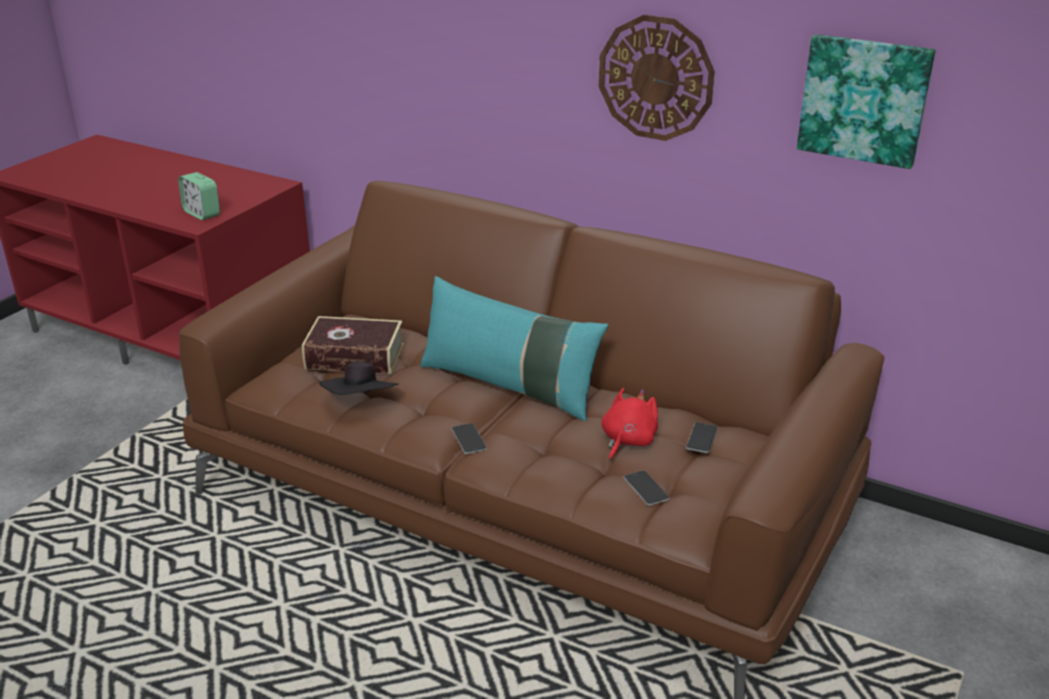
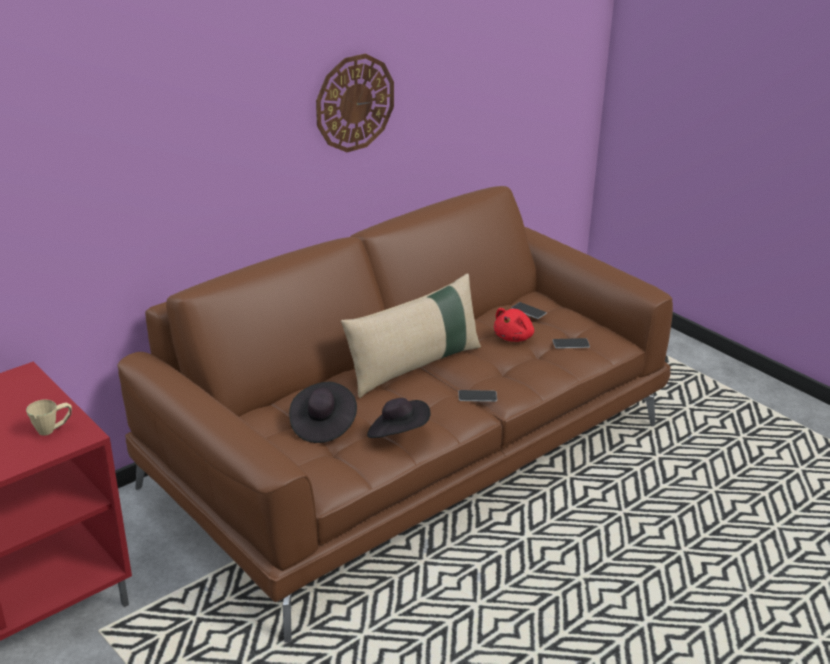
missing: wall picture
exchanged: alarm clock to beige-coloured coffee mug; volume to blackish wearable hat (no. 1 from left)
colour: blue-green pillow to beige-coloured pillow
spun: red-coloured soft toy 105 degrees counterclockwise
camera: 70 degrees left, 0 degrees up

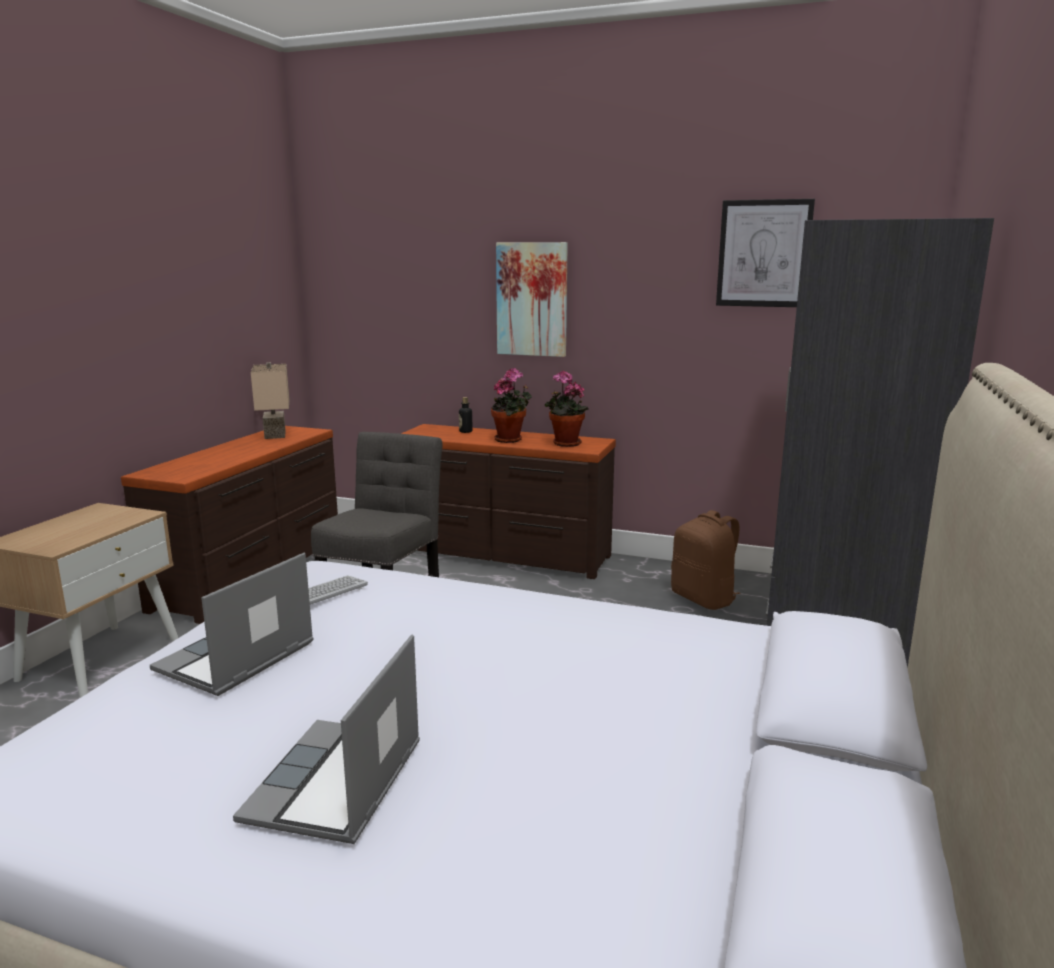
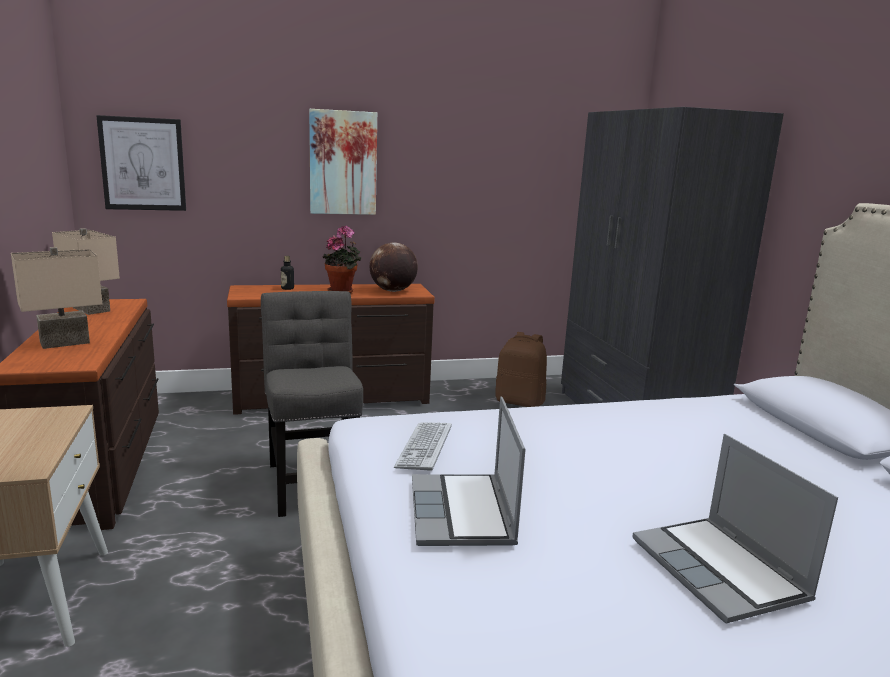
appeared: beige-coloured tabletop lamp (no. 1 from left)
relocated: wall picture (no. 2 from left in the first image) to wall picture (no. 1 from left)
exchanged: plant in a pot (no. 2 from left) to world globe
camera: 35 degrees left, 0 degrees up

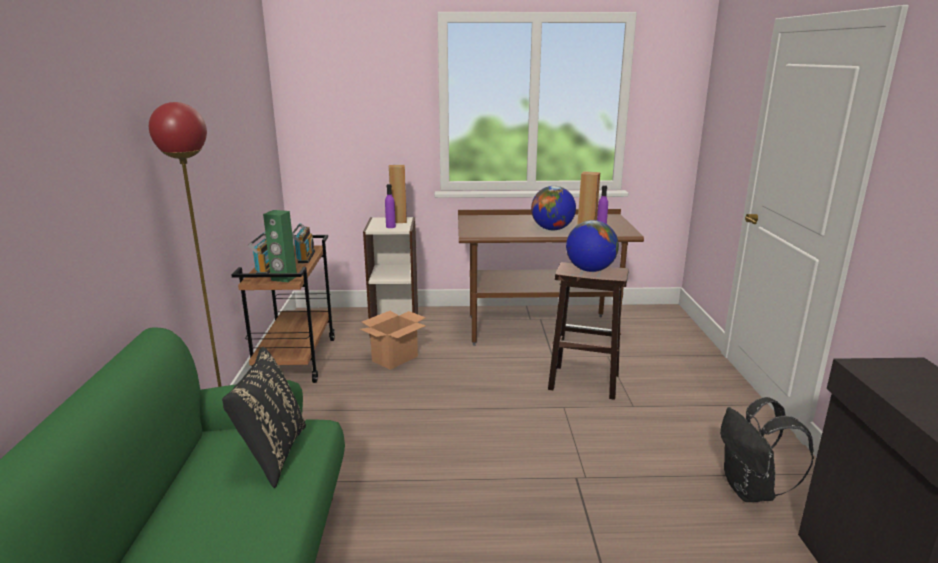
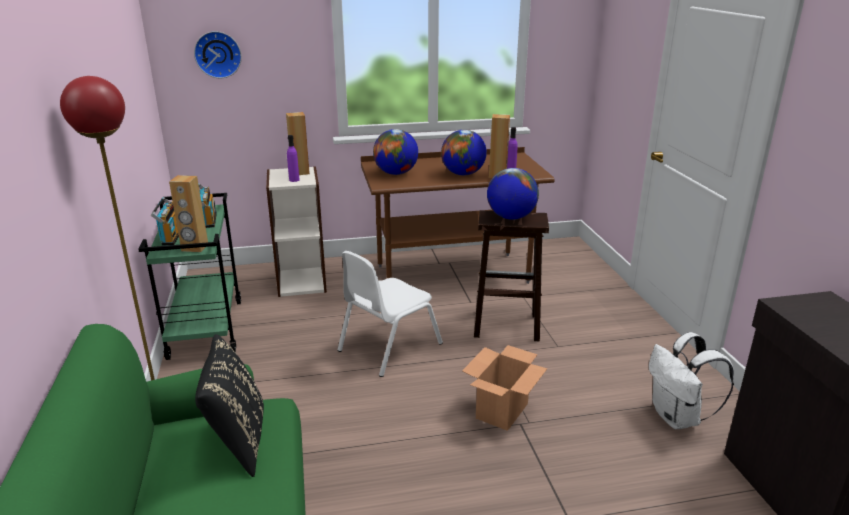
appeared: hanging clock; white upright chair; world globe (no. 1 from left)
relocated: packing box
colour: brown-coloured wheeled cart to green wheeled cart; green audio speaker to brown-coloured audio speaker (no. 1 from left); blackish backpack to white backpack
camera: 10 degrees left, 5 degrees up

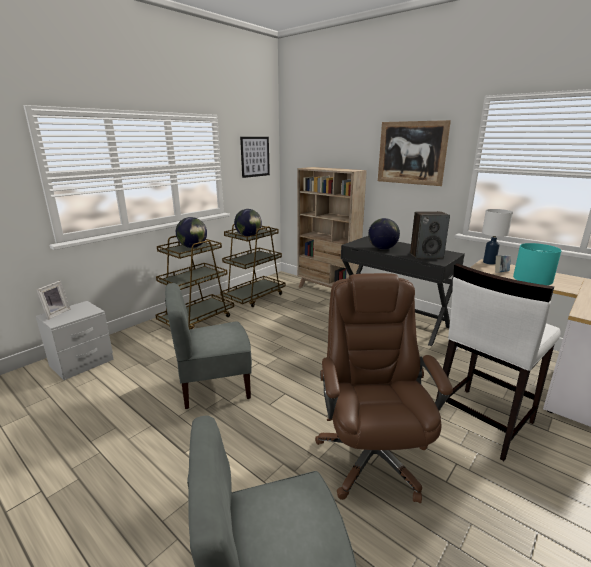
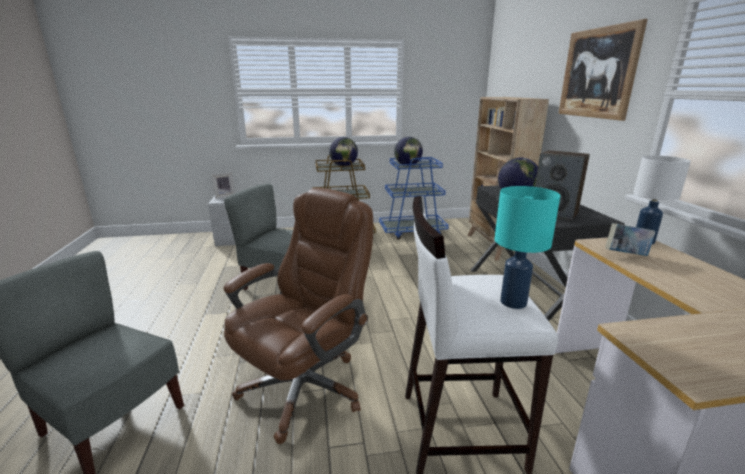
missing: wall picture (no. 1 from left)
colour: brown-coloured wheeled cart (no. 2 from left) to bluish wheeled cart
camera: 40 degrees right, 0 degrees up

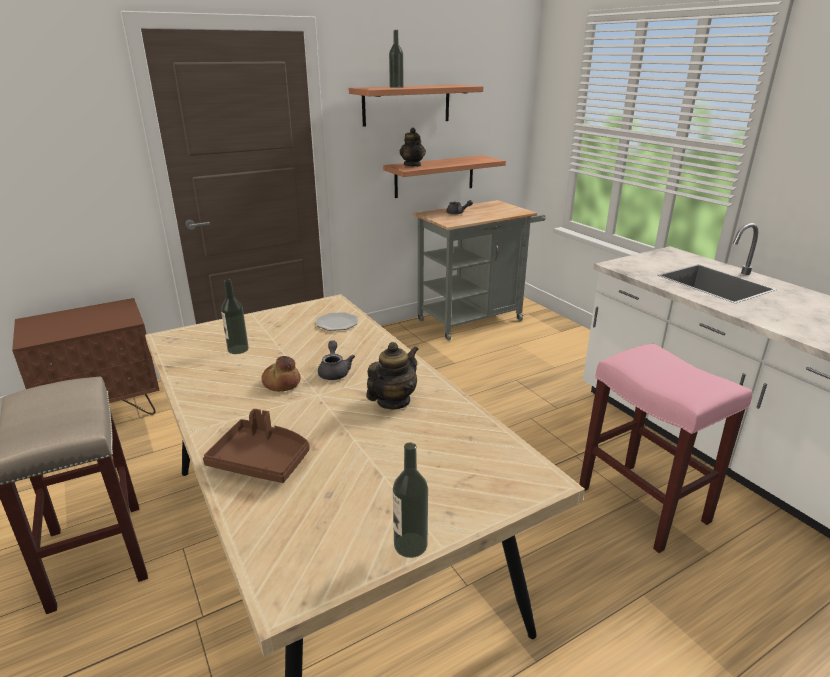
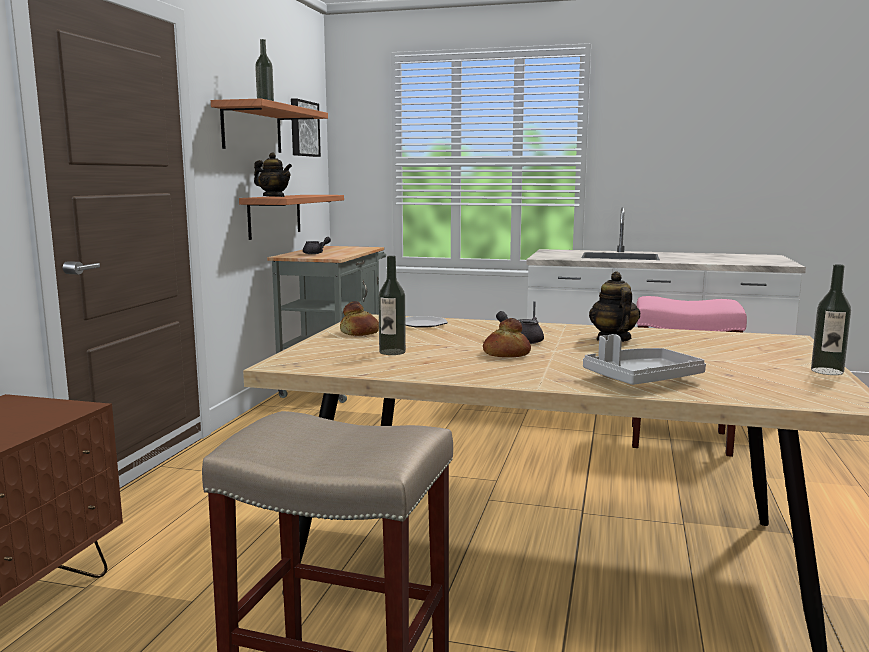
appeared: wall picture; baked bread (no. 1 from left)
colour: brown-coloured serving tray to grey serving tray
camera: 45 degrees left, 15 degrees down

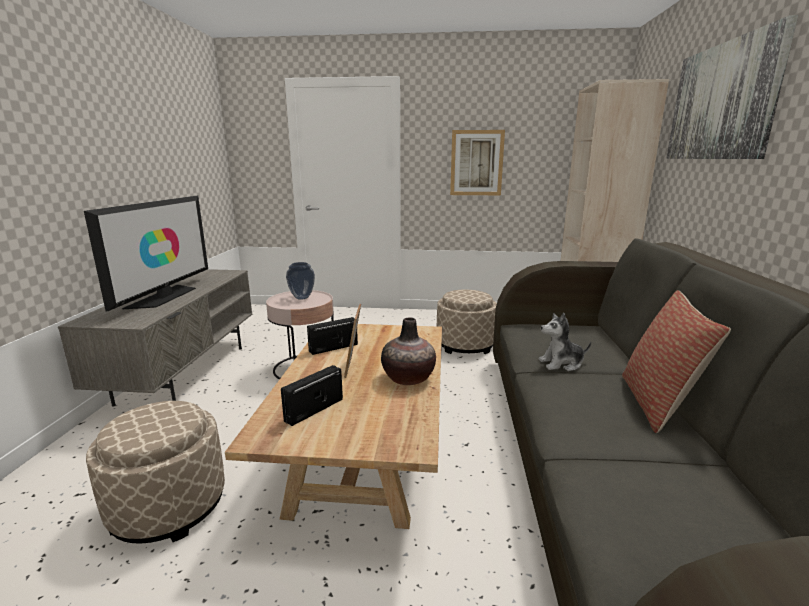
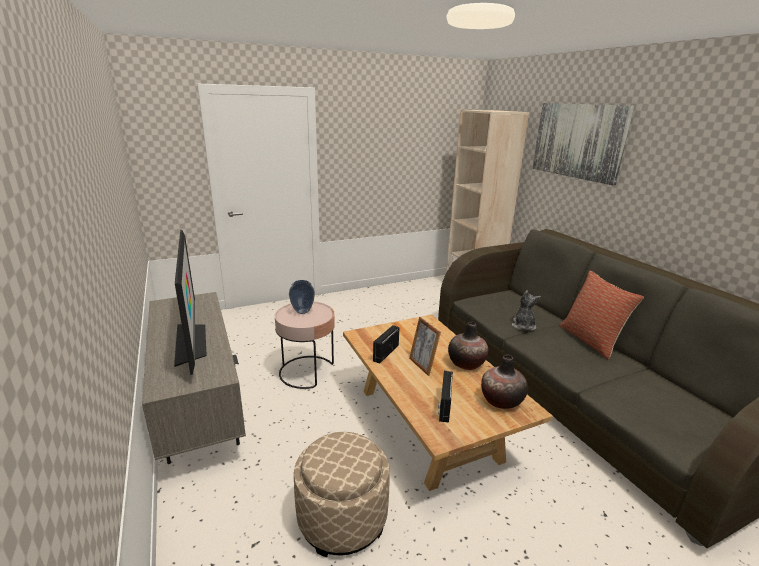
missing: beige-coloured ottoman (no. 2 from left); wall picture (no. 1 from left)
appeared: decorative vase (no. 3 from left)
spun: soft toy 135 degrees clockwise
camera: 30 degrees left, 5 degrees up

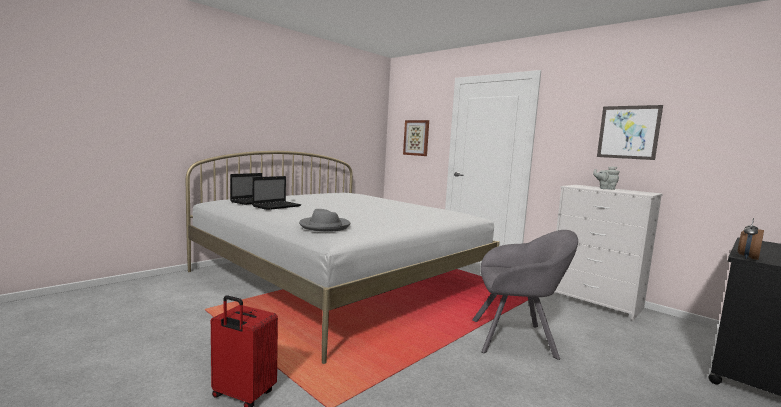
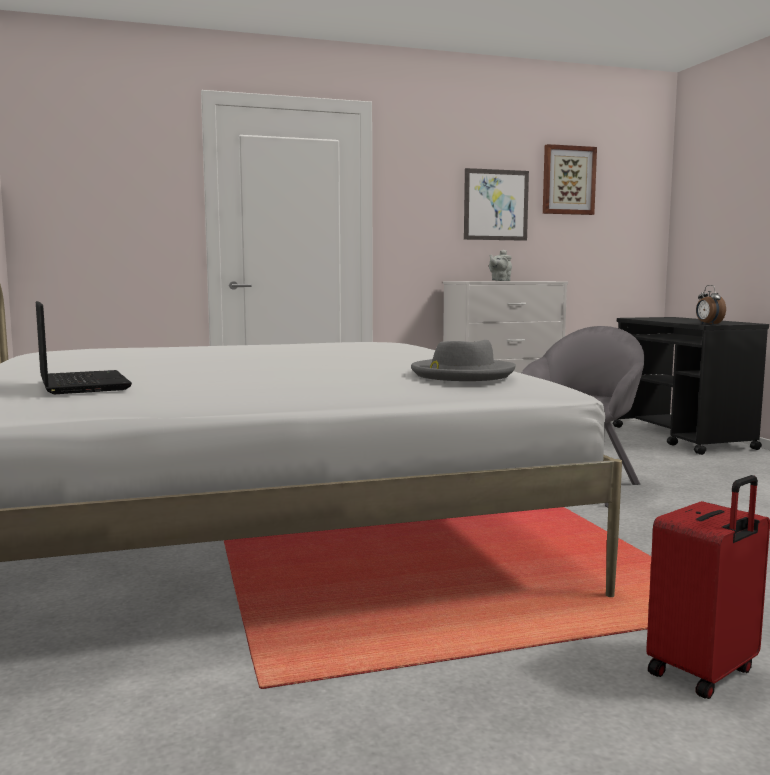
missing: portable computer (no. 2 from left)
relocated: wall picture (no. 1 from left in the first image) to wall picture (no. 2 from left)
camera: 60 degrees left, 0 degrees up

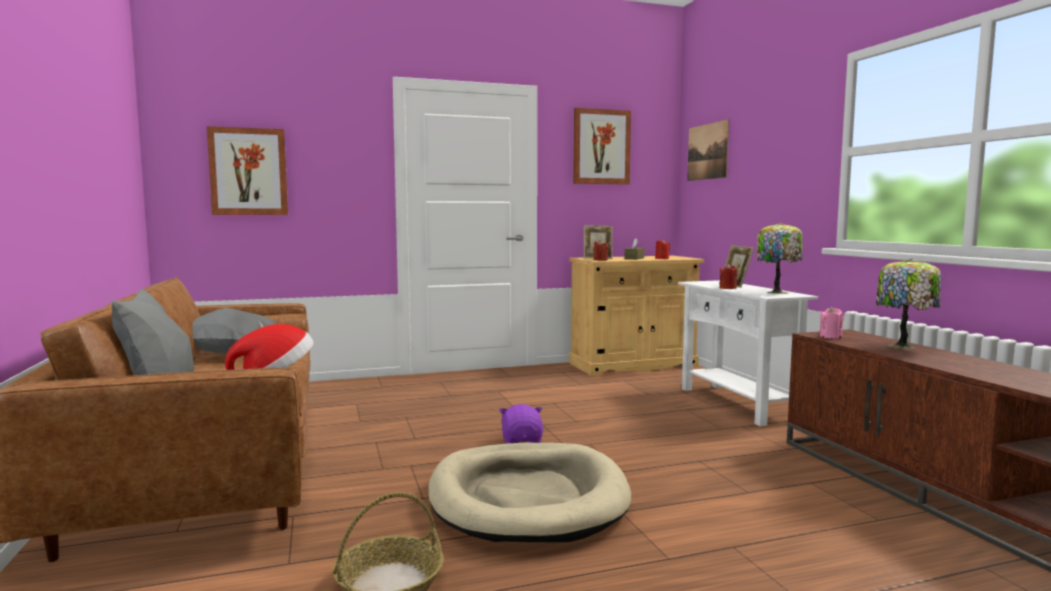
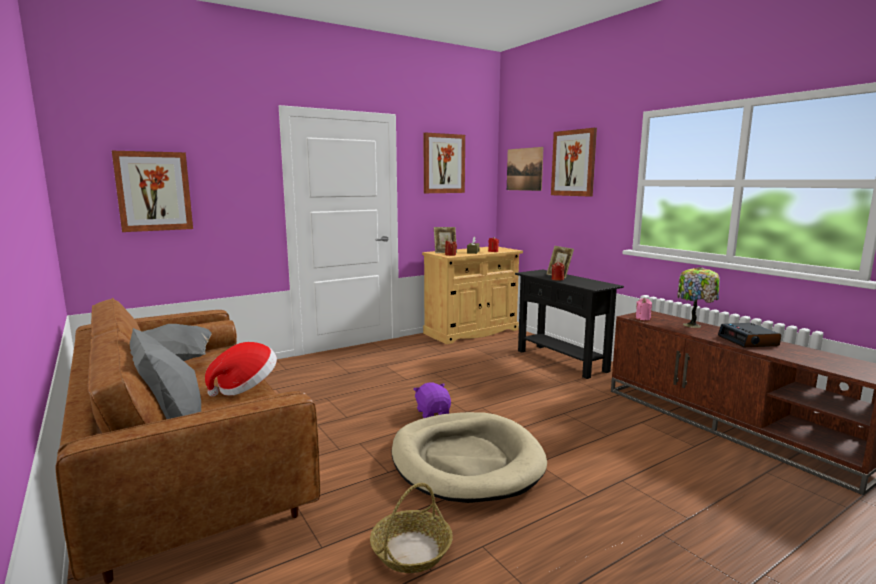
missing: tabletop lamp (no. 1 from left)
appeared: wall picture (no. 4 from left); alarm clock
colour: white narrow table to blackish narrow table
camera: 15 degrees left, 5 degrees up

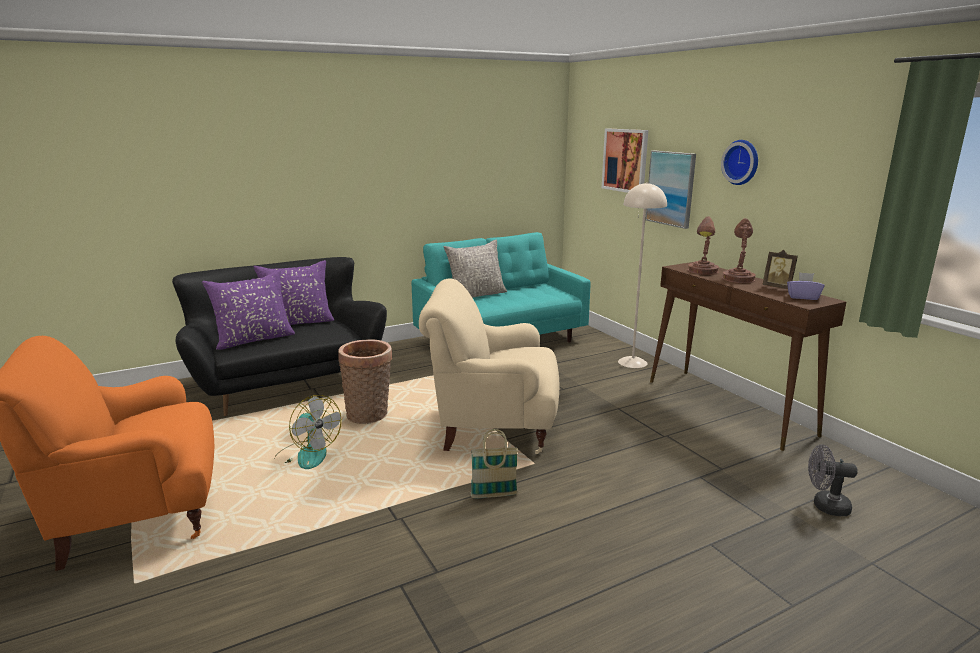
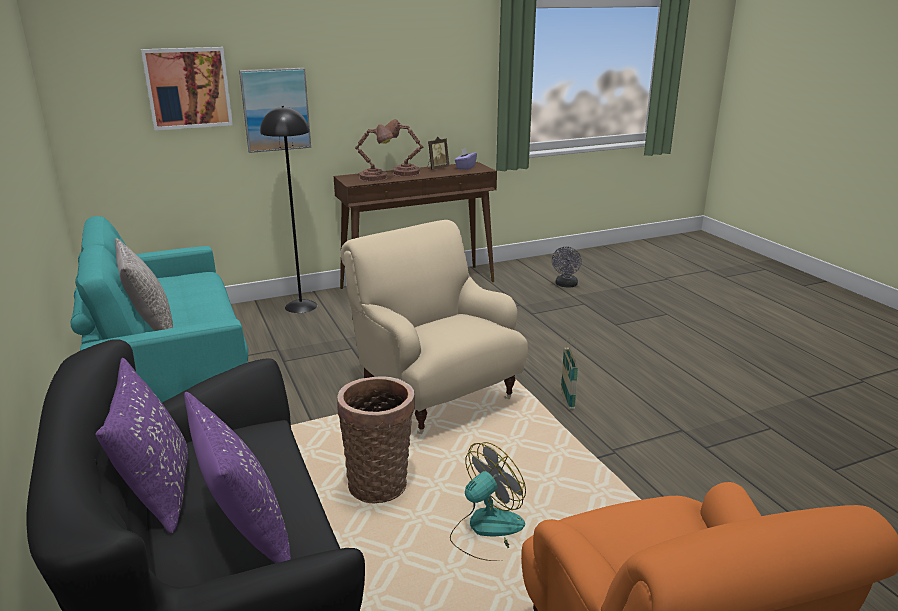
missing: hanging clock
colour: beige-coloured floor lamp to blackish floor lamp
spun: beige-coloured armchair 135 degrees clockwise
camera: 85 degrees left, 5 degrees up

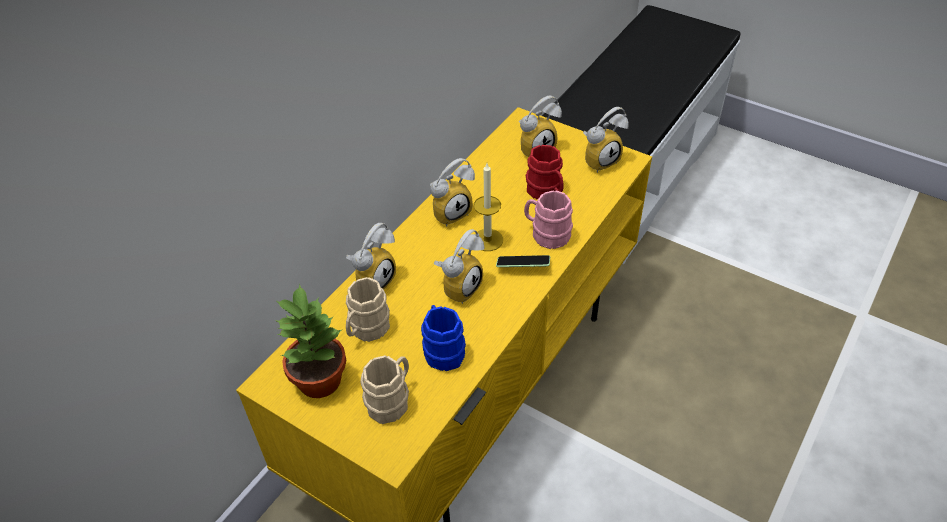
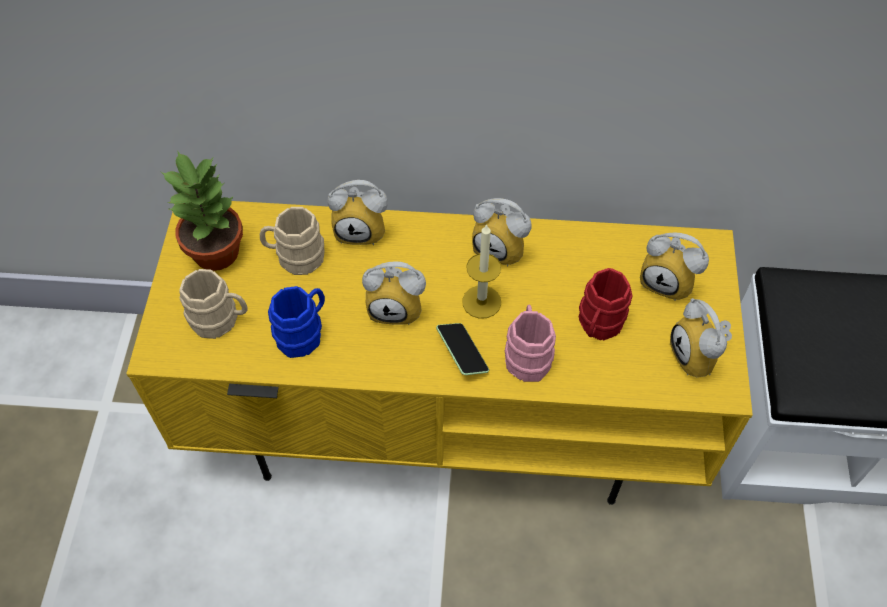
spun: alarm clock (no. 5 from left) 45 degrees clockwise
camera: 60 degrees right, 10 degrees up

